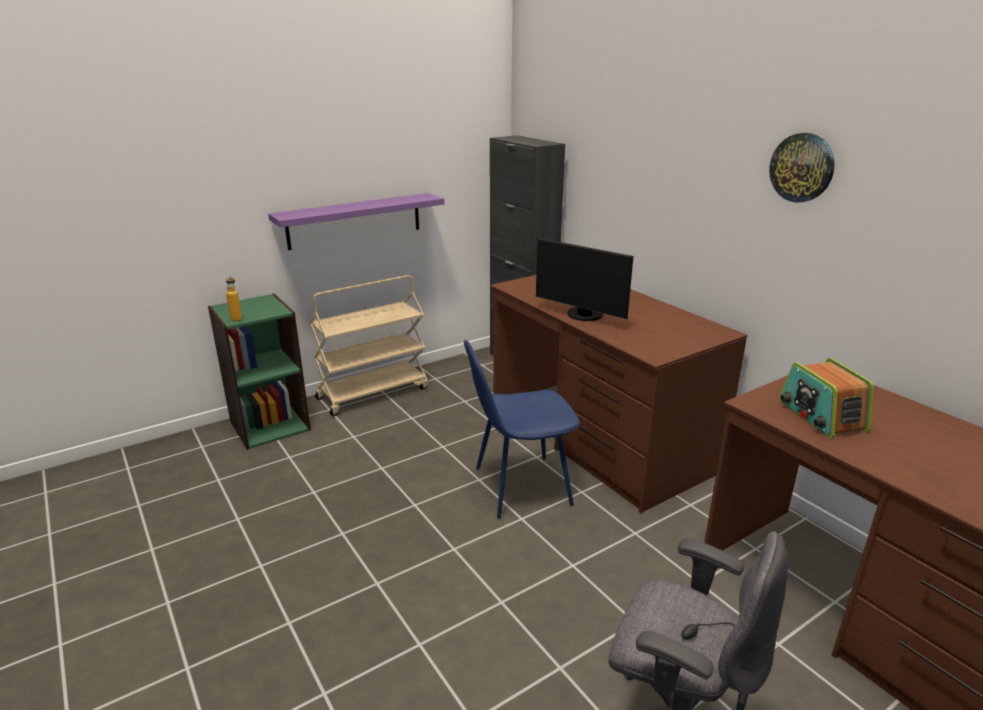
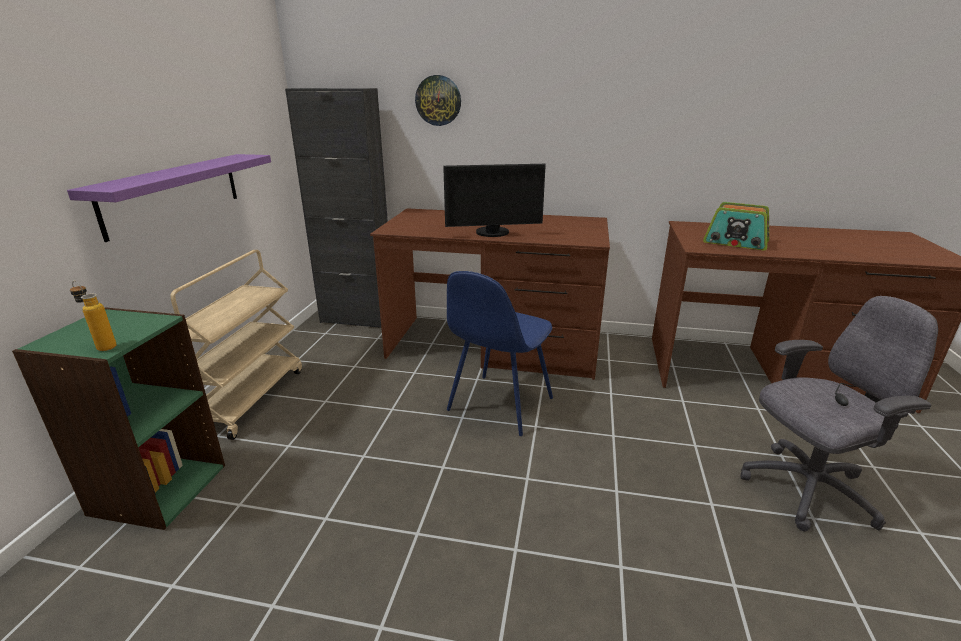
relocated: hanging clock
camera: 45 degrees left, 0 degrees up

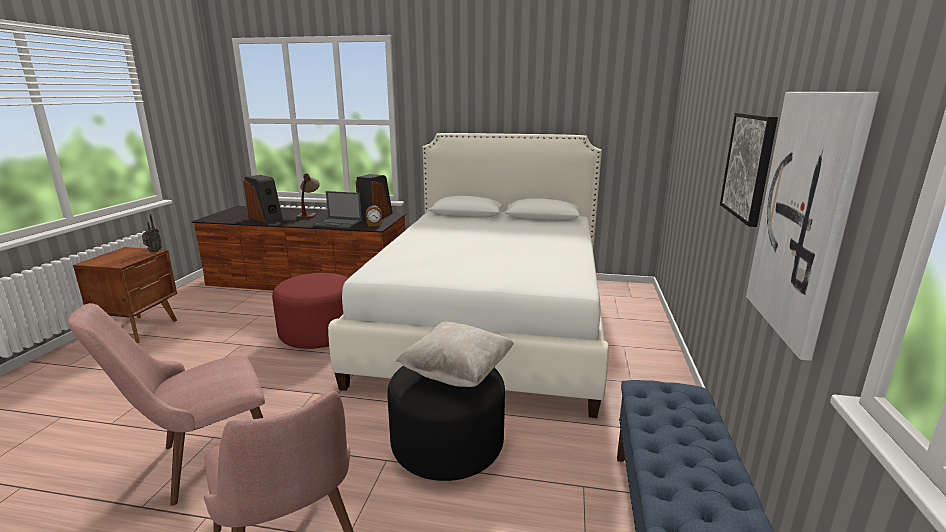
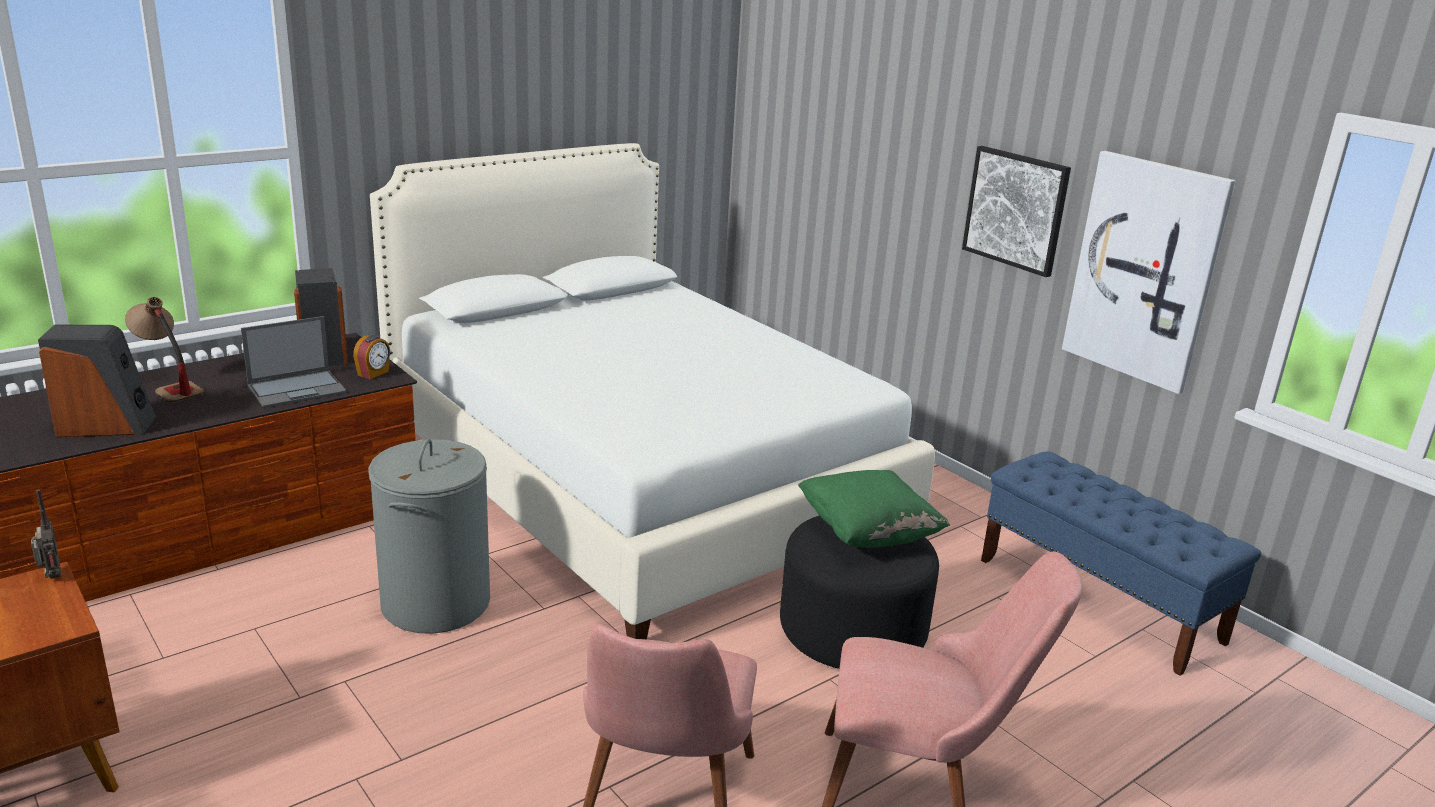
exchanged: red-coloured ottoman to grey laundry basket
colour: beige-coloured pillow to green pillow
camera: 50 degrees left, 5 degrees up

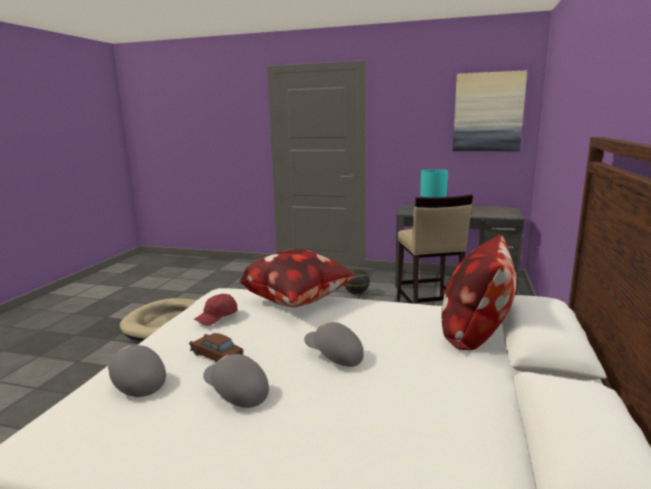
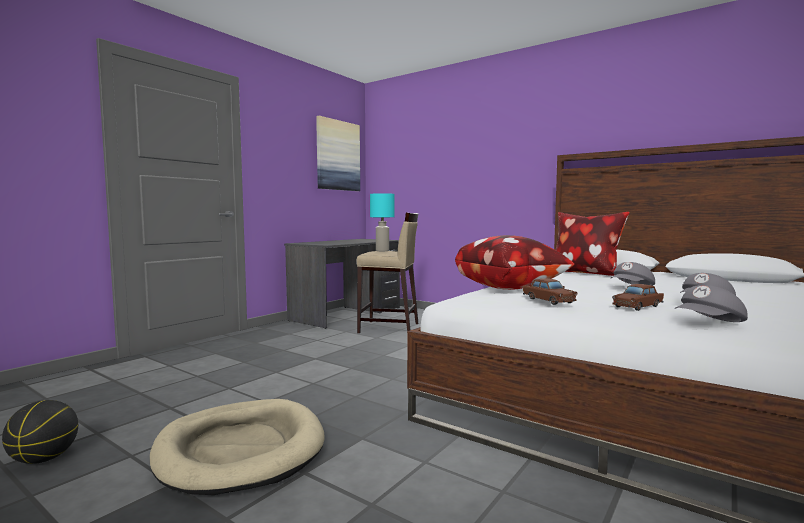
relocated: ball for basketball
exchanged: red-coloured peaked cap to brown-coloured model car (no. 1 from left)
camera: 70 degrees left, 10 degrees down

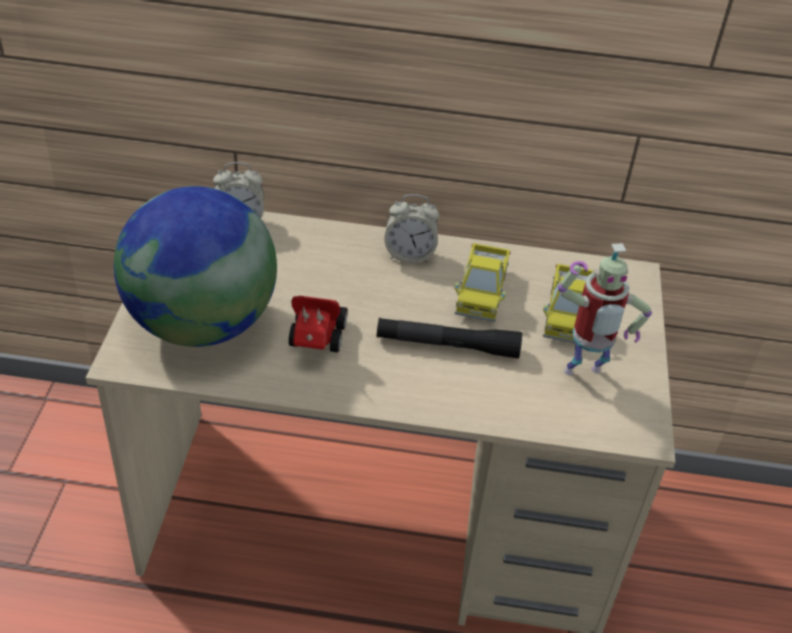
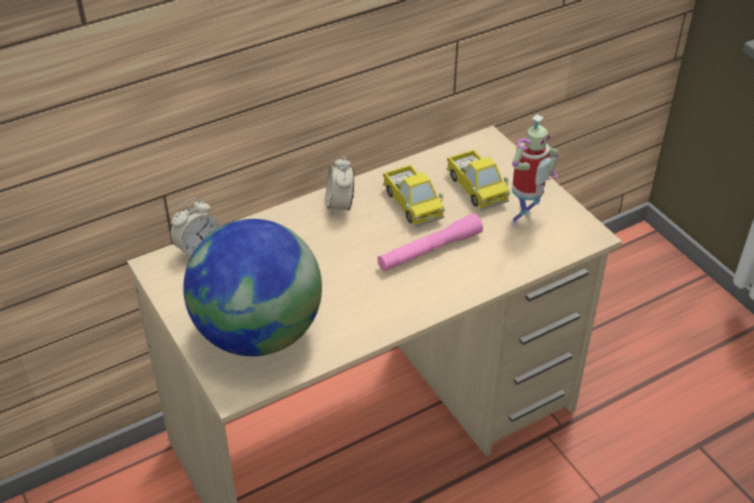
missing: model car
colour: blackish hand torch to pinkish hand torch
spun: alarm clock (no. 2 from left) 120 degrees clockwise
camera: 35 degrees left, 0 degrees up

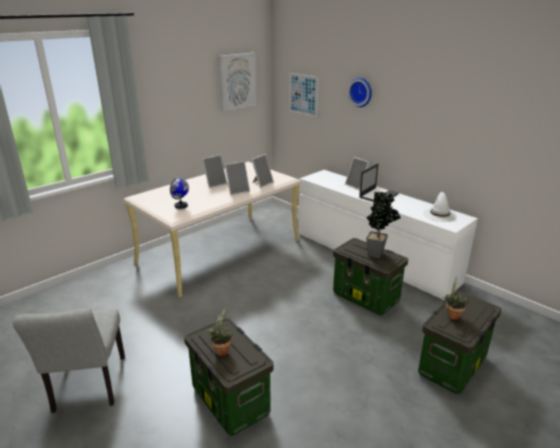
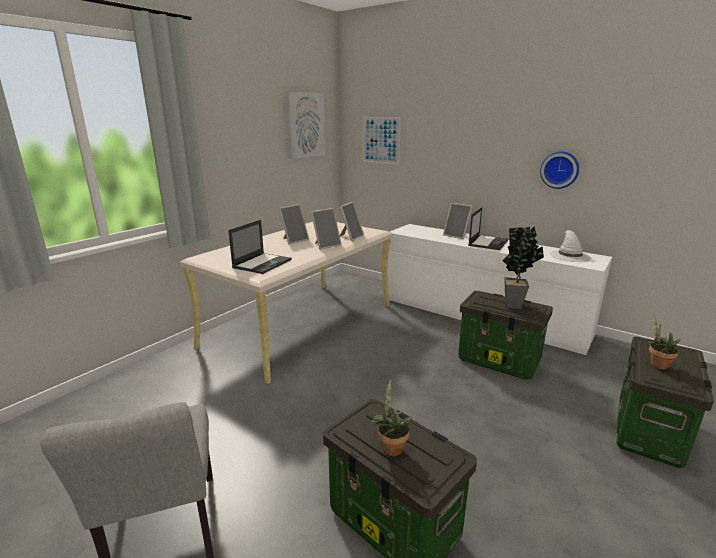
relocated: hanging clock
exchanged: world globe to portable computer (no. 1 from left)
camera: 10 degrees left, 5 degrees down

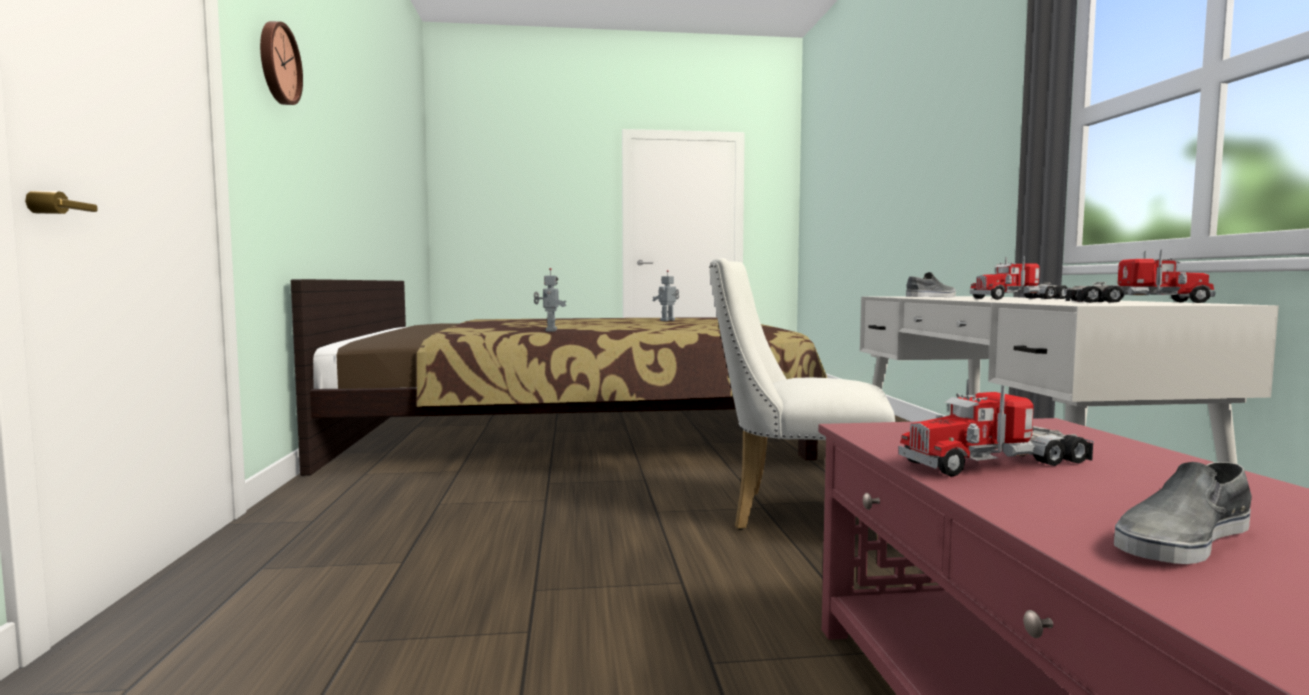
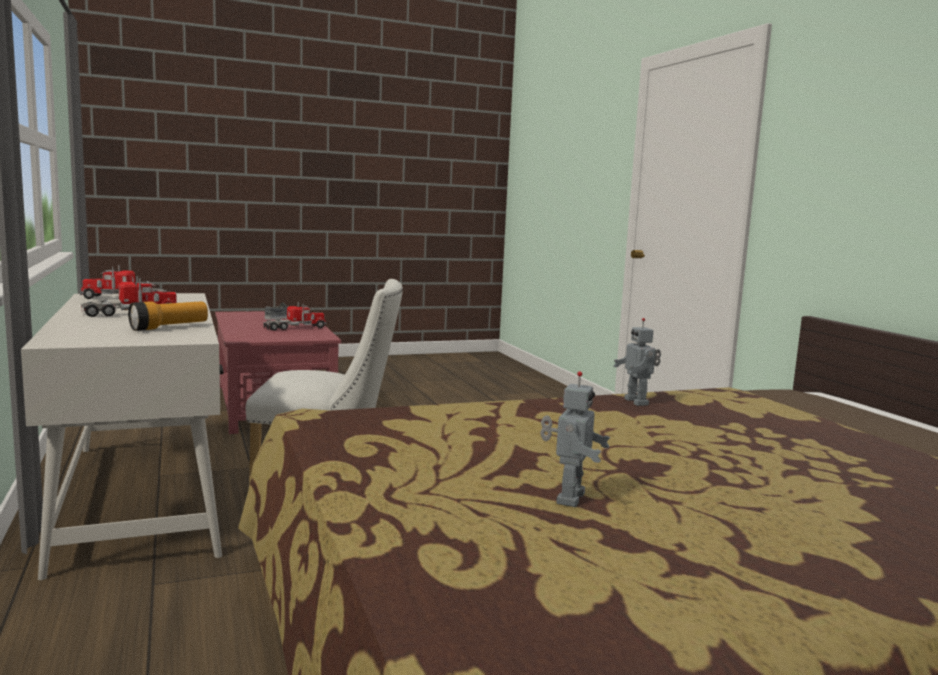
missing: hanging clock
exchanged: grey shoe (no. 1 from left) to hand torch
camera: 165 degrees right, 5 degrees up

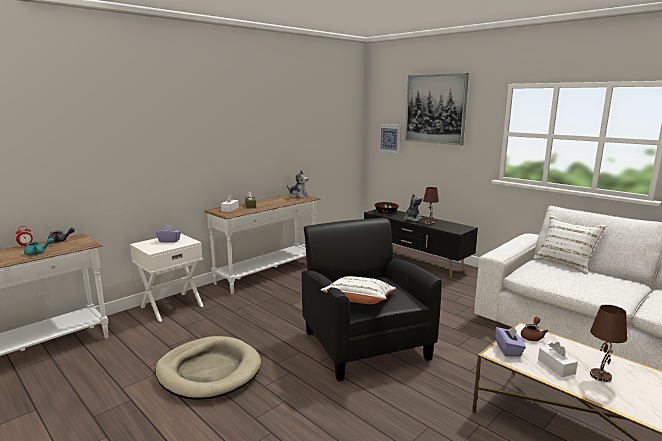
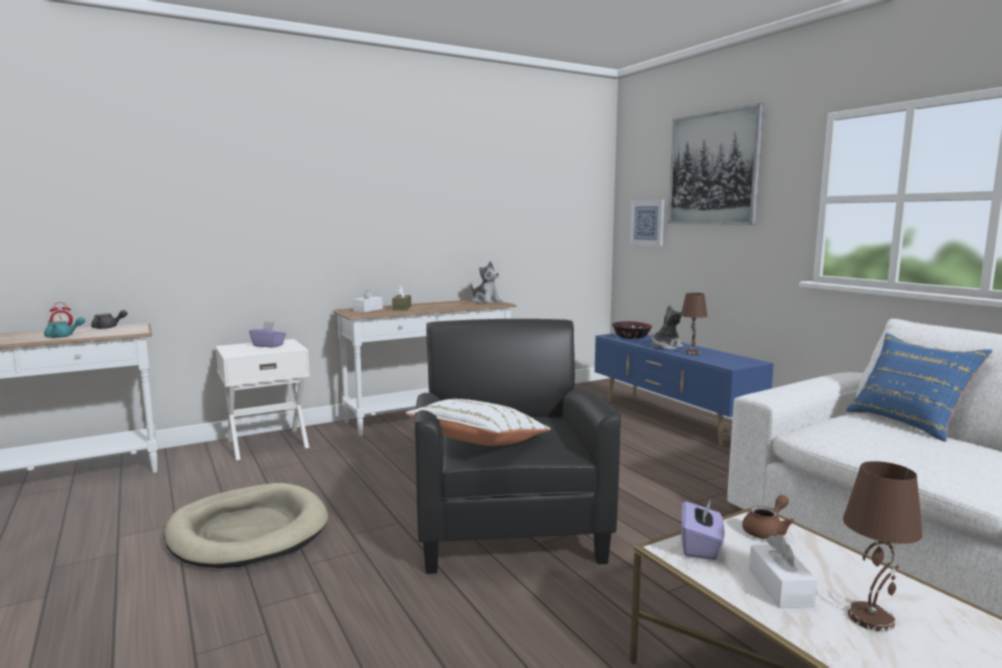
colour: blackish tv unit to bluish tv unit; white pillow (no. 2 from left) to bluish pillow
camera: 15 degrees right, 5 degrees down

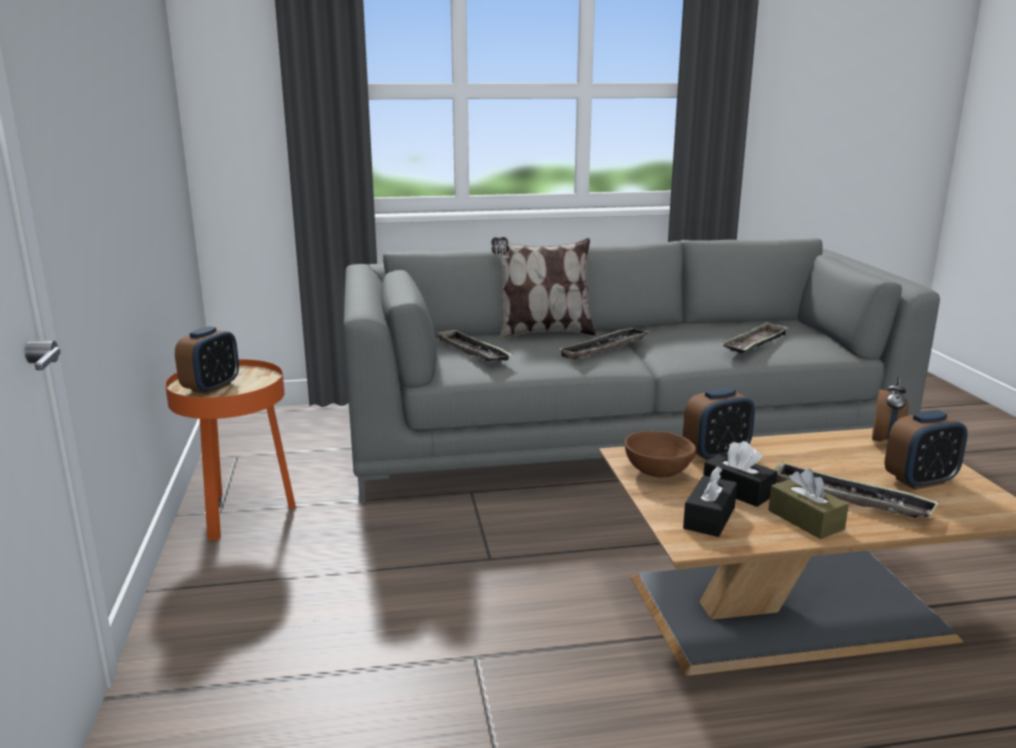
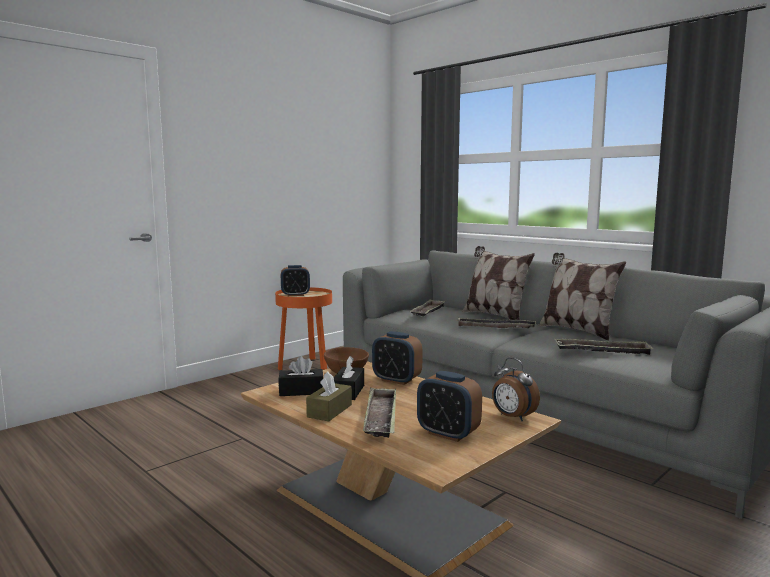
appeared: pillow (no. 2 from left)
spun: alarm clock (no. 3 from left in the first image) 60 degrees clockwise
camera: 55 degrees right, 10 degrees down

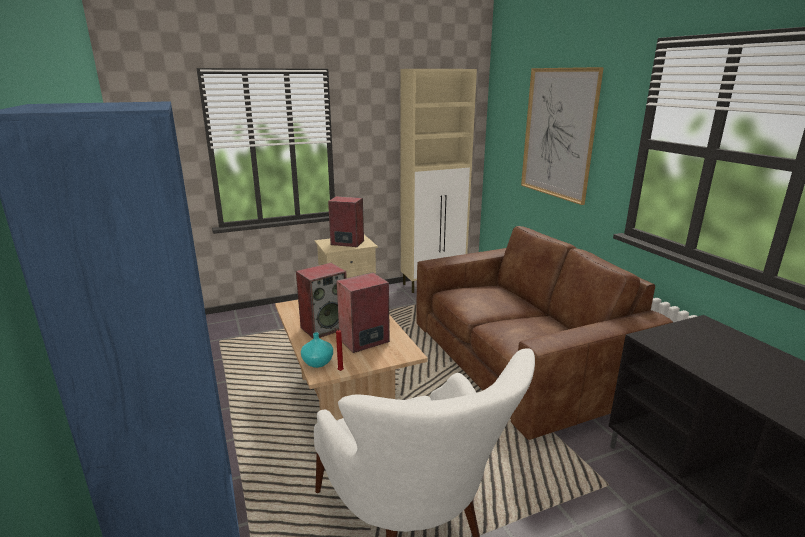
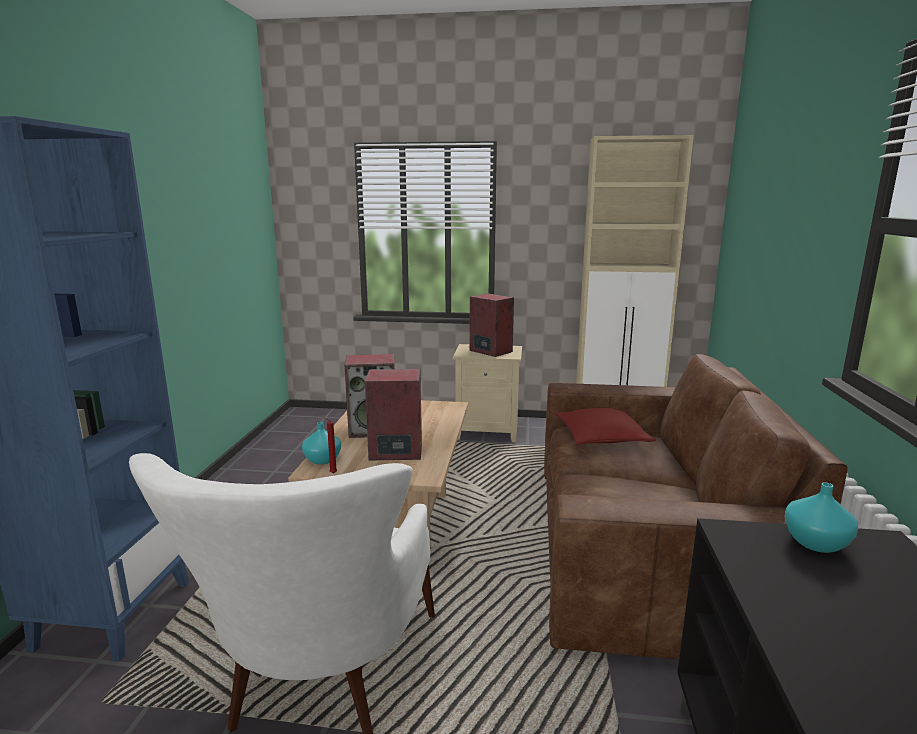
missing: wall picture
appeared: red-coloured pillow; blue-green decorative vase (no. 2 from left)
camera: 30 degrees right, 5 degrees down

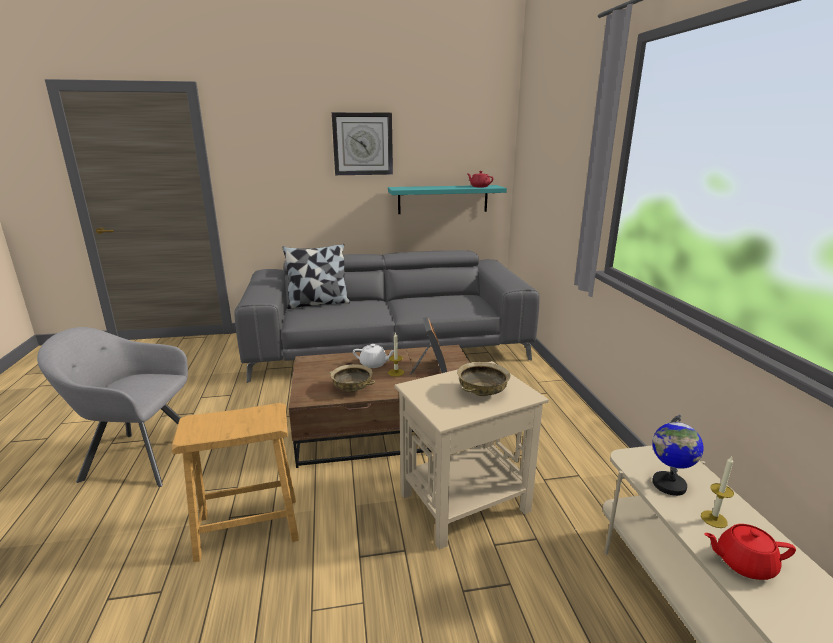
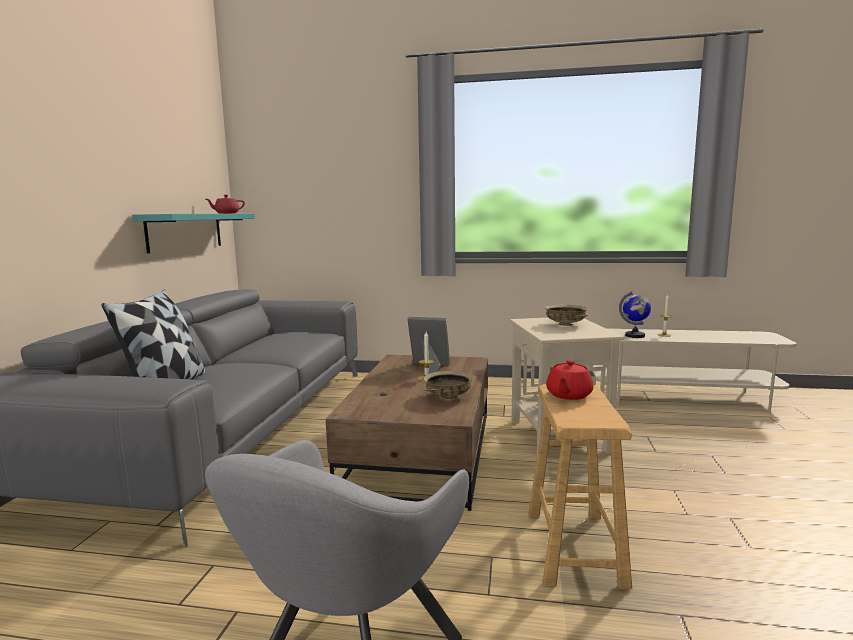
missing: hanging clock; white pot for tea
relocated: red-coloured pot for tea (no. 2 from left)
camera: 70 degrees left, 10 degrees down

